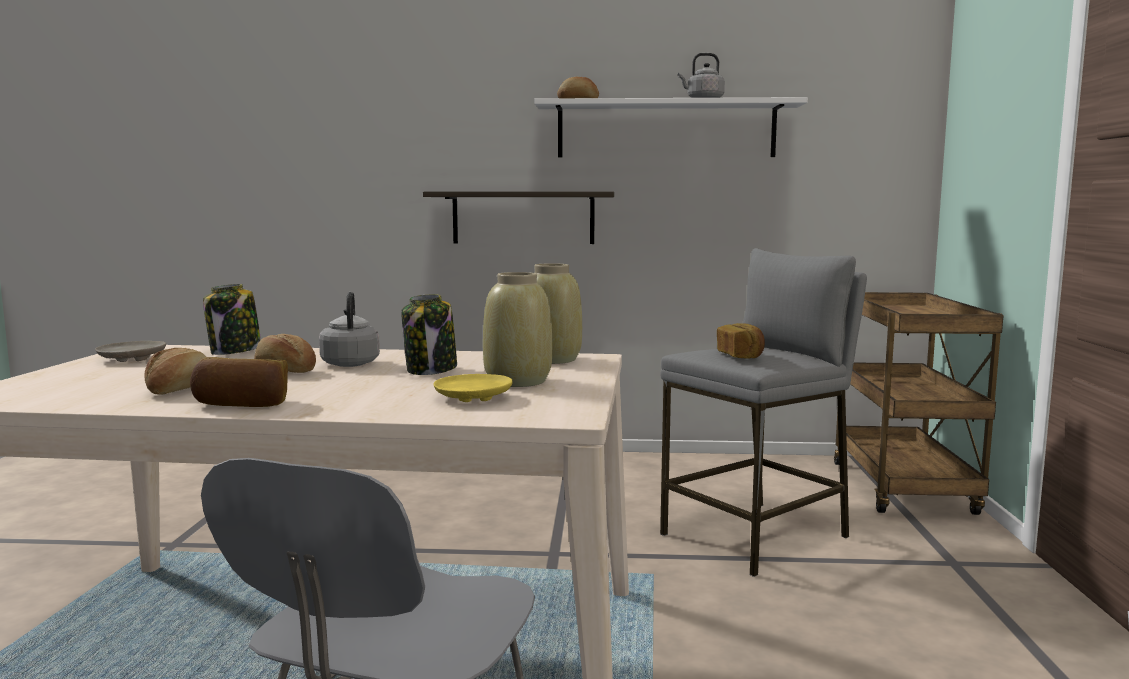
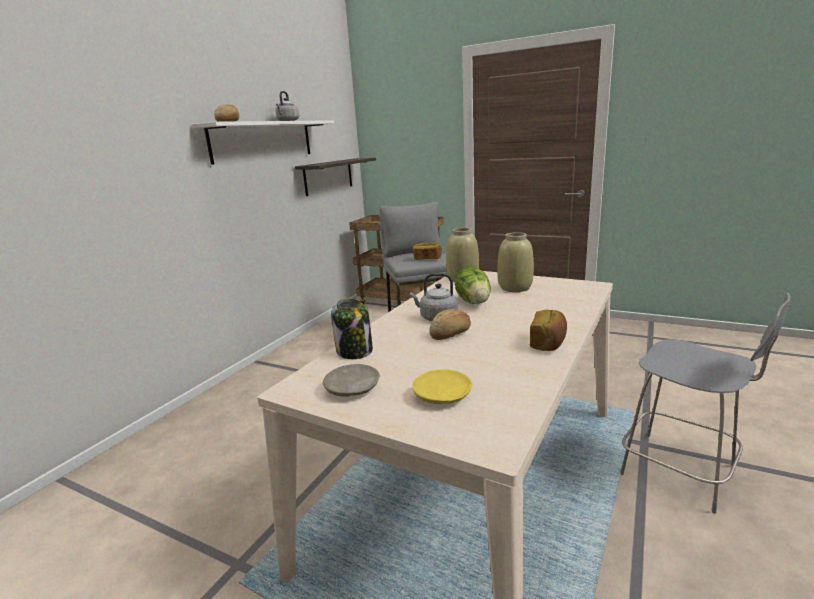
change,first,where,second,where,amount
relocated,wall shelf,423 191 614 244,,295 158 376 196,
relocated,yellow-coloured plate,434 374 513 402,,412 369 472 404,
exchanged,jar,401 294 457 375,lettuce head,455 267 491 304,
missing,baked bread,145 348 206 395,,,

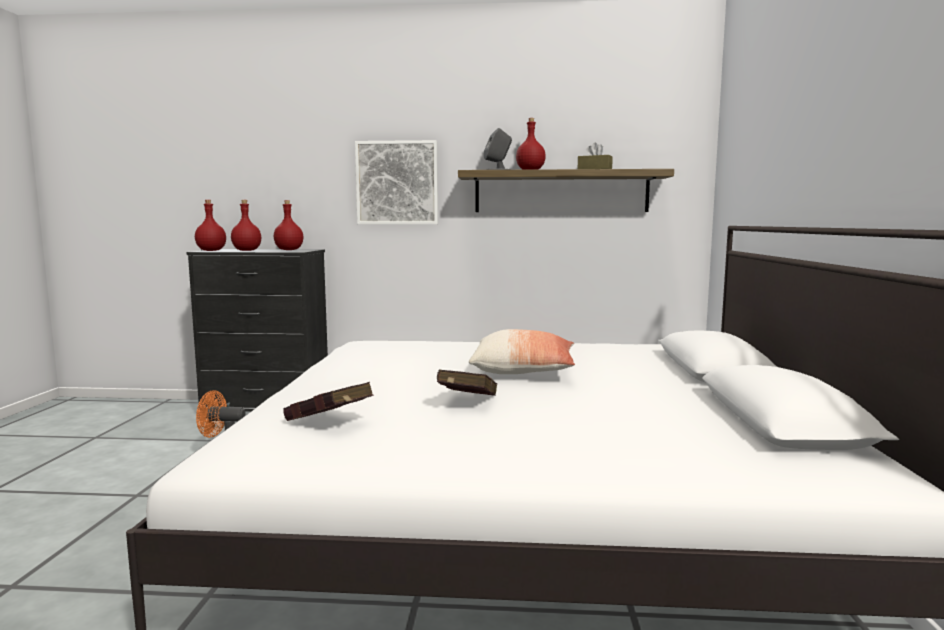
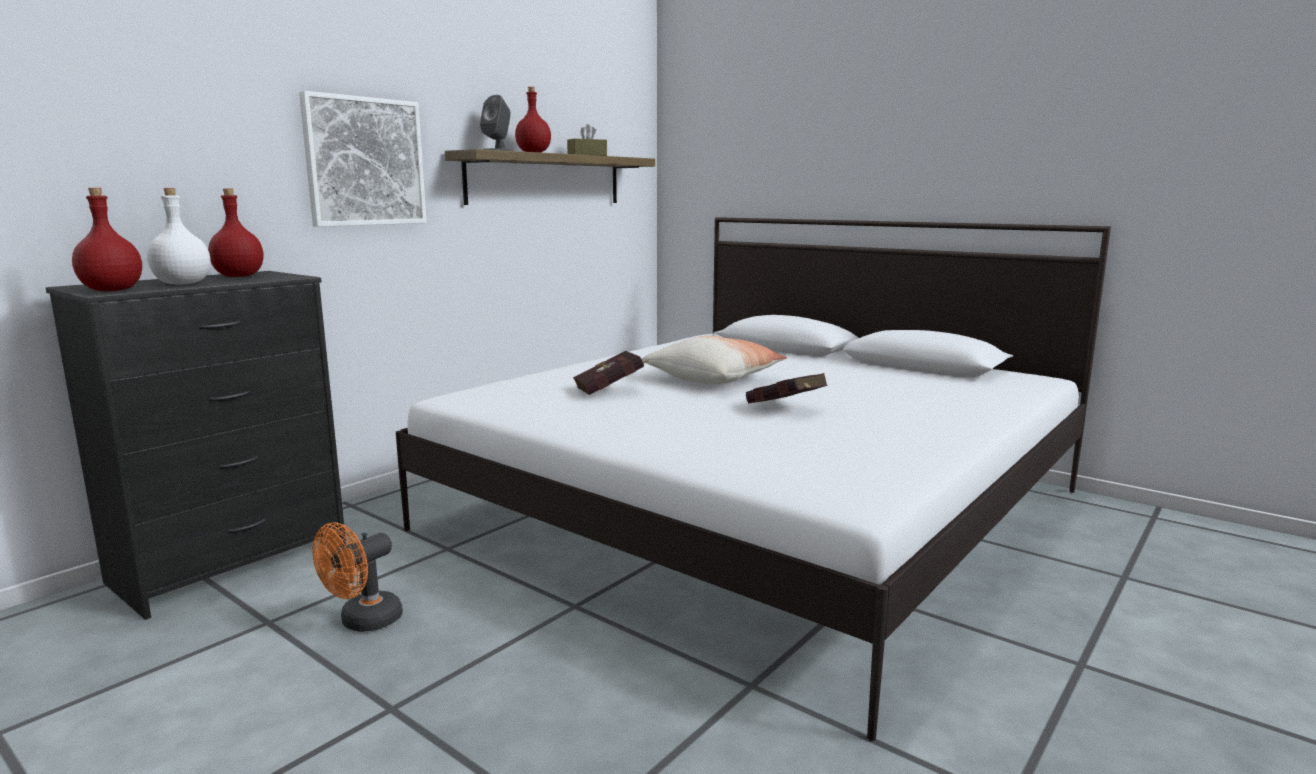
change,first,where,second,where,amount
colour,red bottle,231 200 261 251,white-coloured bottle,147 188 211 285,
relocated,red volume,283 382 374 421,,573 351 650 395,

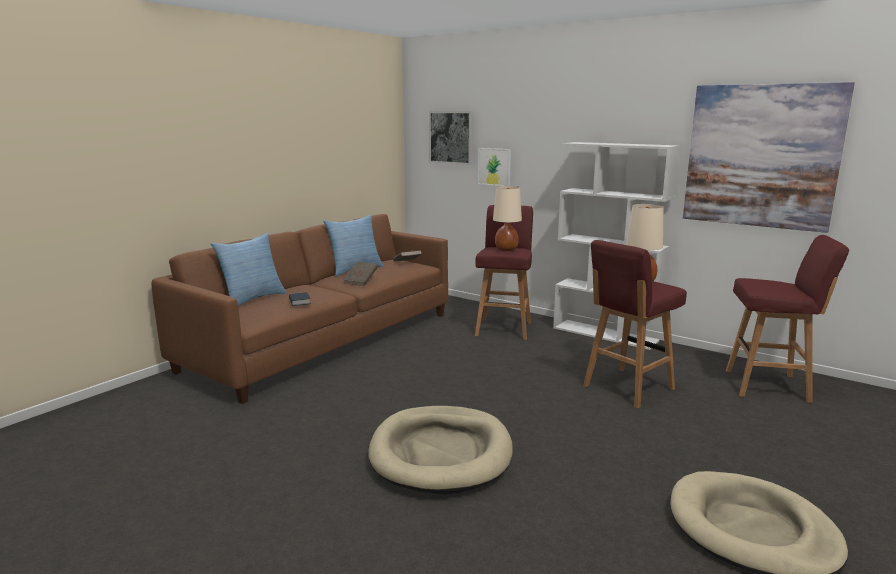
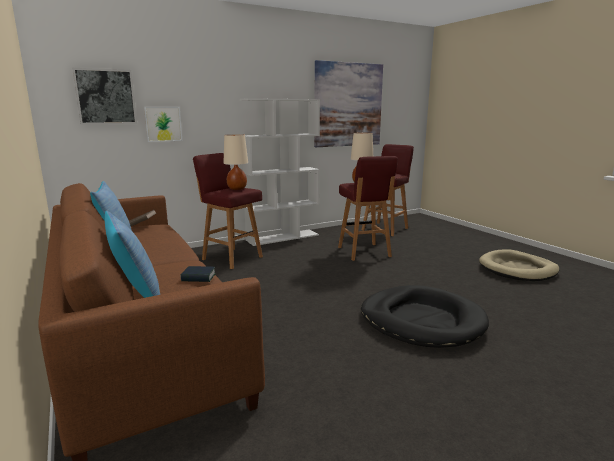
change,first,where,second,where,amount
colour,sand-coloured dog bed,368 406 512 495,black-coloured dog bed,361 285 489 348,
missing,brown-coloured volume,343 262 378 286,,,

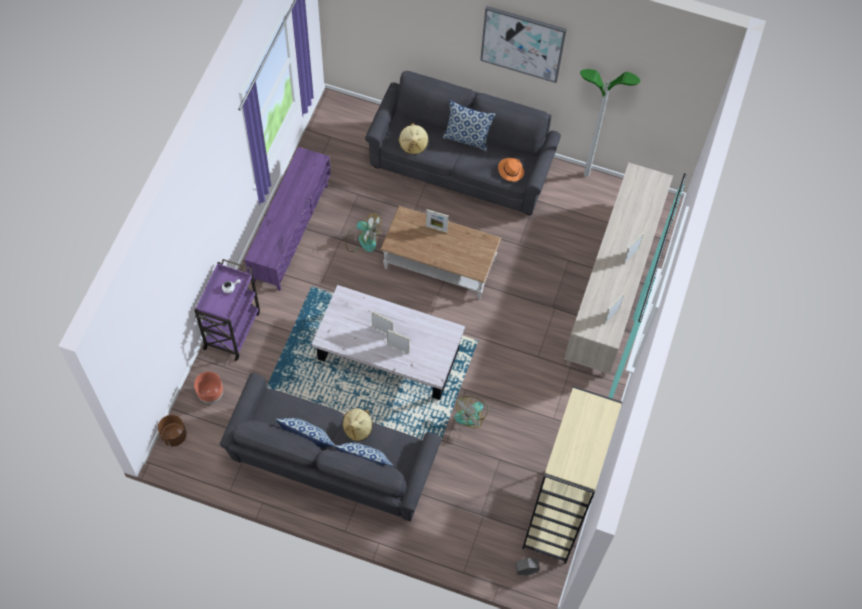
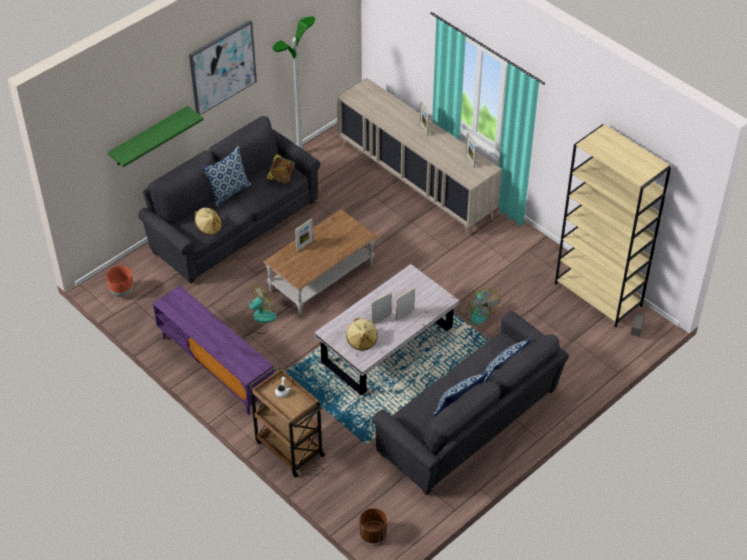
change,first,where,second,where,amount
relocated,brown-coloured flower pot,194 372 223 404,,106 266 133 297,
appeared,,,green-coloured wall shelf,108 106 204 167,
colour,purple-coloured wheeled cart,194 259 260 361,brown-coloured wheeled cart,249 367 326 478,
exchanged,orange-coloured wearable hat,498 158 524 181,volume,267 154 295 185,
relocated,sand-coloured wearable hat,343 408 373 441,,346 318 378 350,

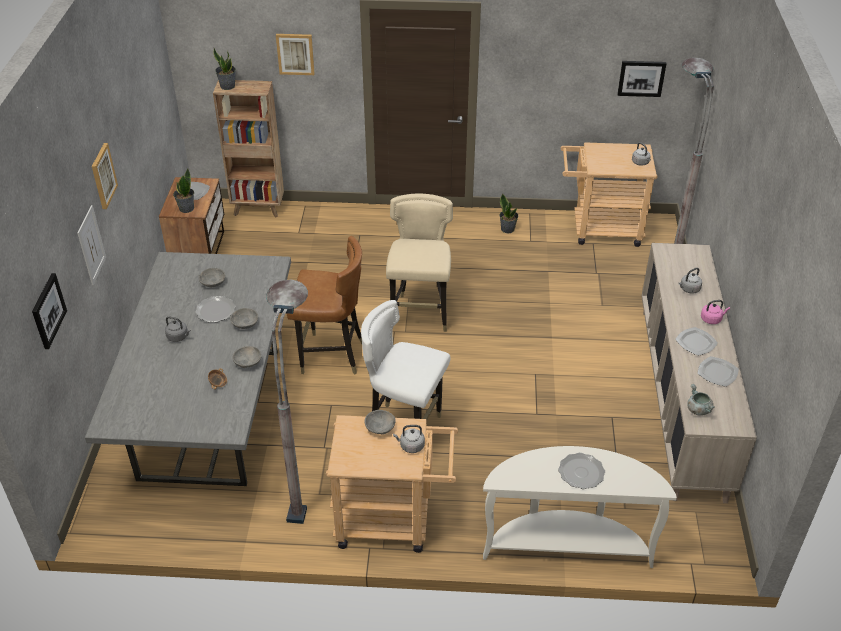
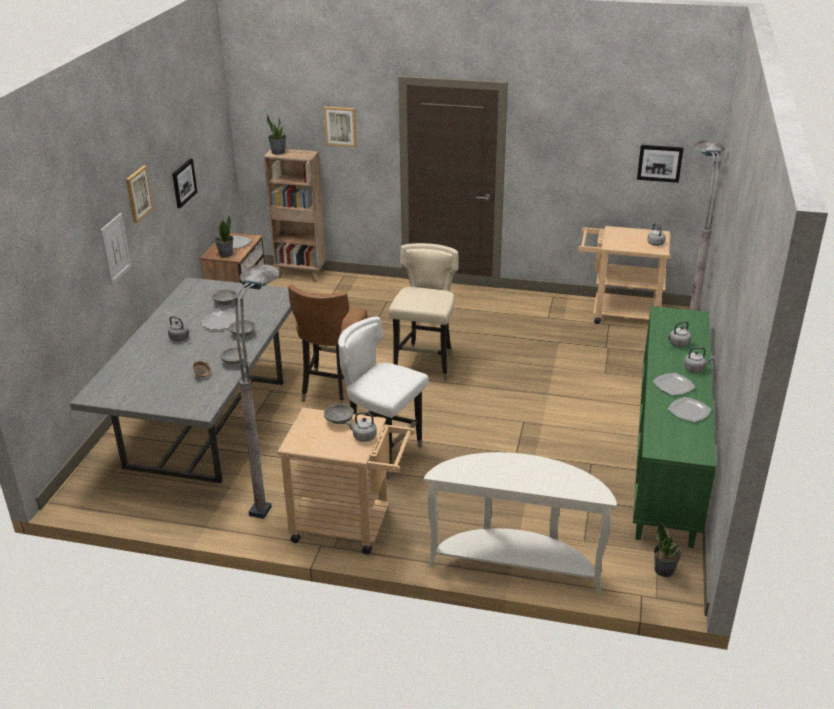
change,first,where,second,where,amount
relocated,picture,32 273 67 349,,172 158 197 208,
spun,brown-coloured upright chair,287 236 362 375,,288 285 368 404,90 degrees clockwise
colour,sand-coloured cabinet,642 243 757 503,green-coloured cabinet,633 306 716 548,
relocated,plant in a pot,500 193 518 233,,654 522 681 577,
colour,pink-coloured water kettle,701 300 730 324,grey water kettle,684 347 713 373,
missing,plate,558 453 605 489,,,
missing,grey cooking pot,687 384 715 416,,,

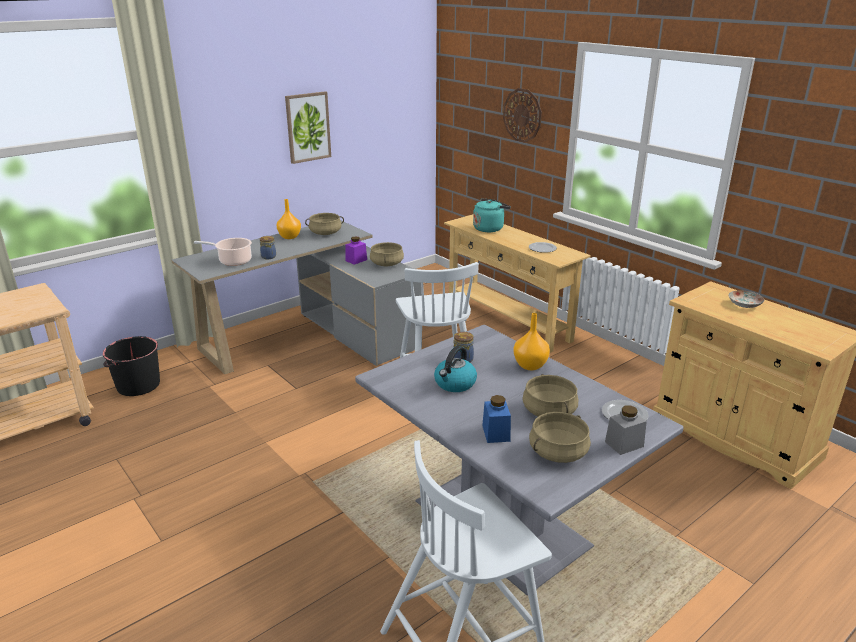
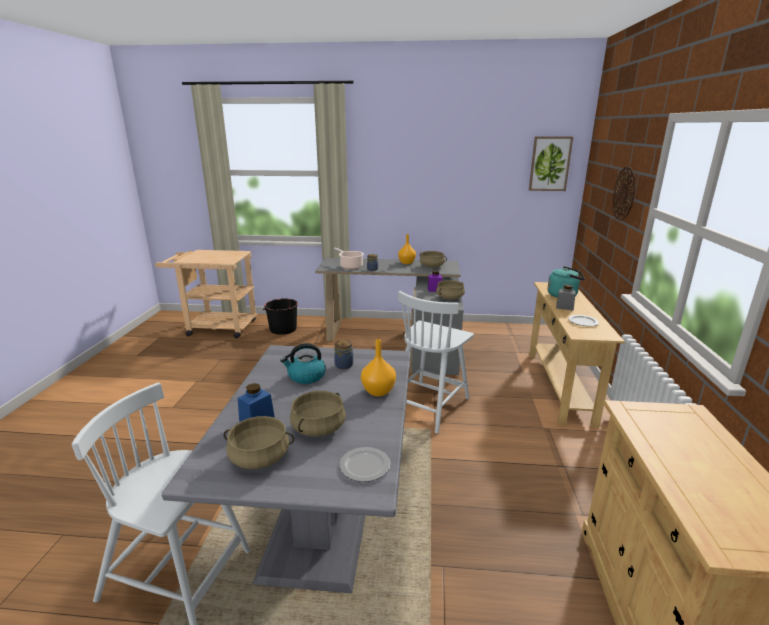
change,first,where,second,where,amount
relocated,picture,285 91 331 164,,529 136 573 191,
relocated,grey jar,605 405 647 455,,556 285 575 311,
missing,plate,729 290 765 308,,,

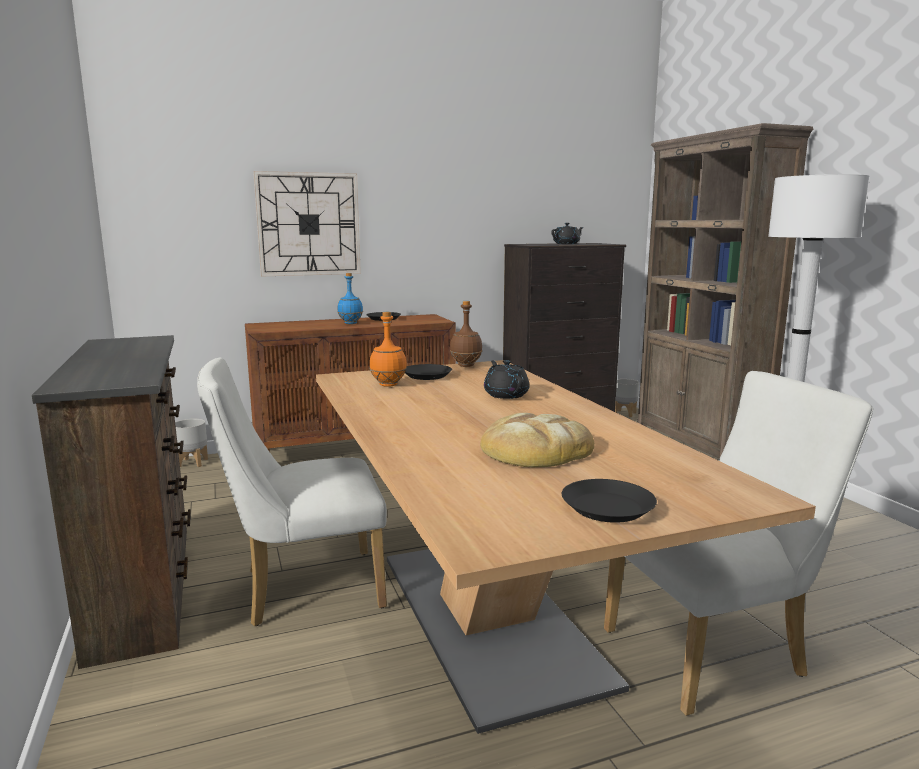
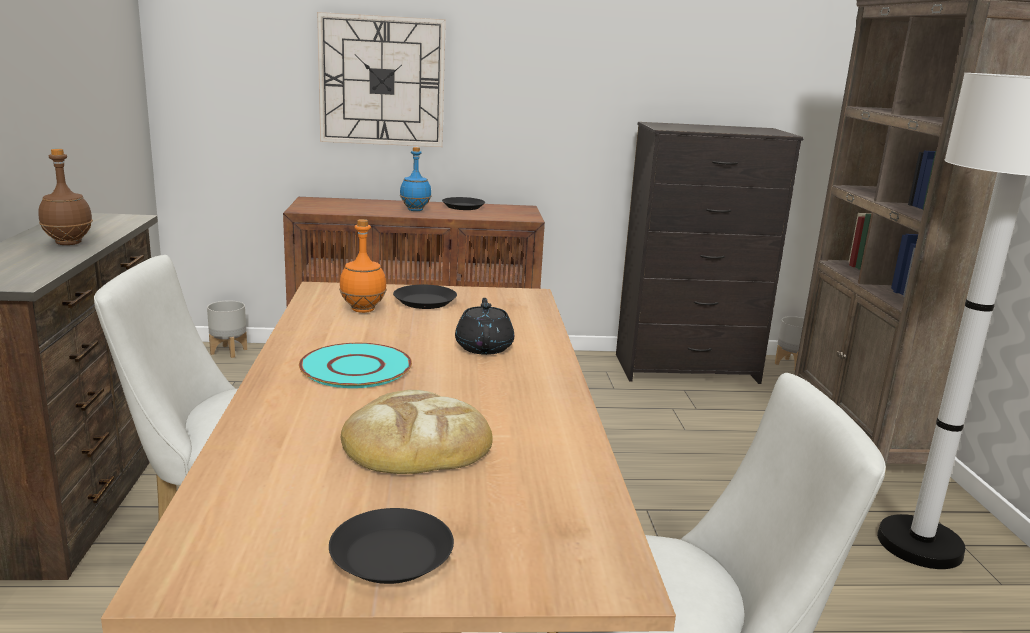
change,first,where,second,where,amount
relocated,brown-coloured bottle,450 301 482 367,,38 149 93 245,
appeared,,,turquoise plate,299 343 412 388,
missing,black-coloured pot for tea,551 223 584 244,,,

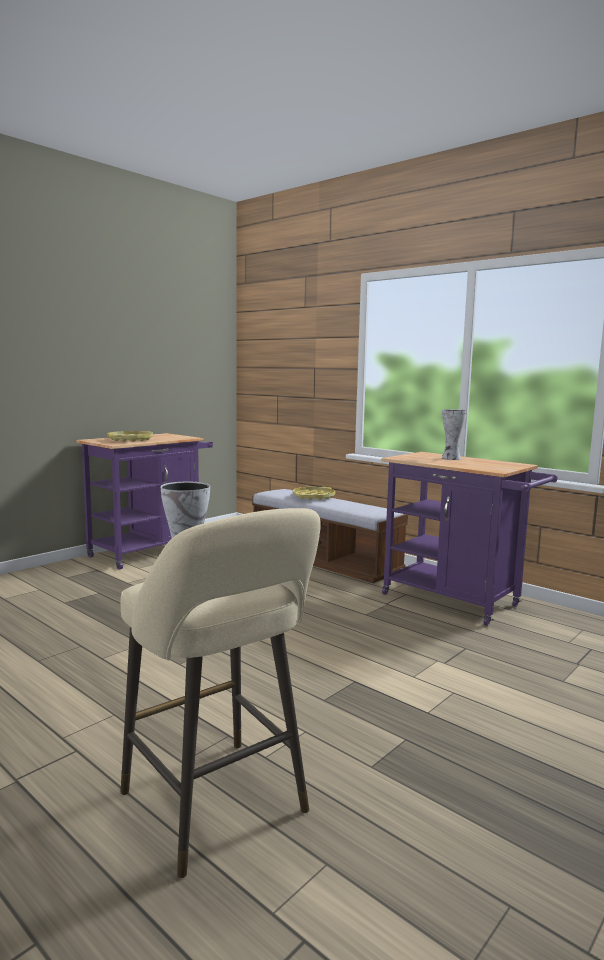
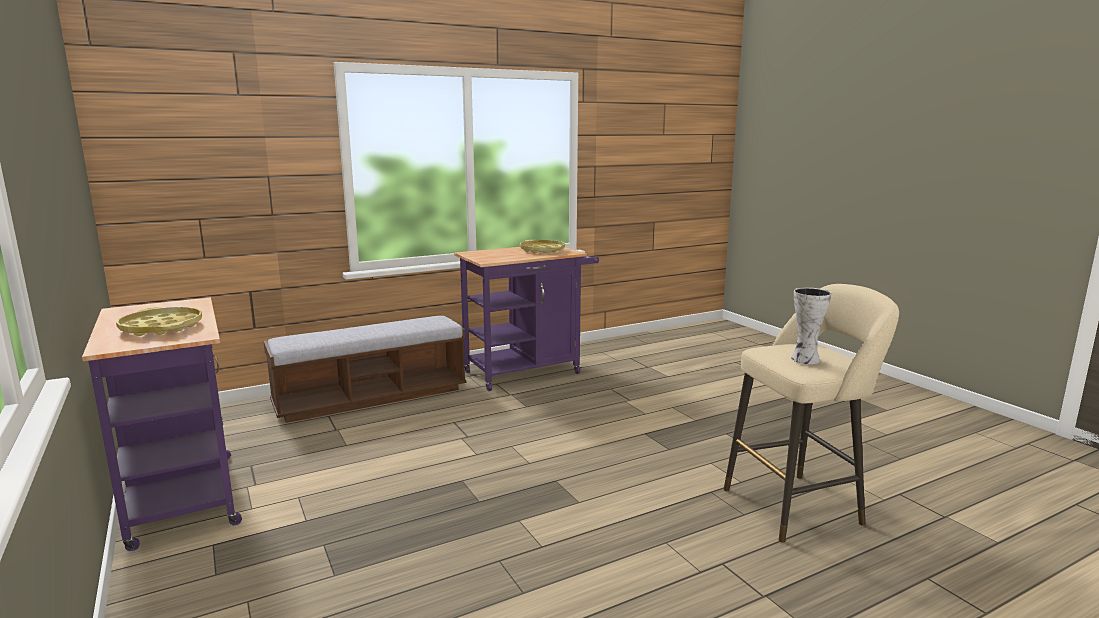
change,first,where,second,where,amount
relocated,yellow-coloured carrying tray,293 487 335 500,,520 240 565 253,
missing,vase,442 409 467 460,,,

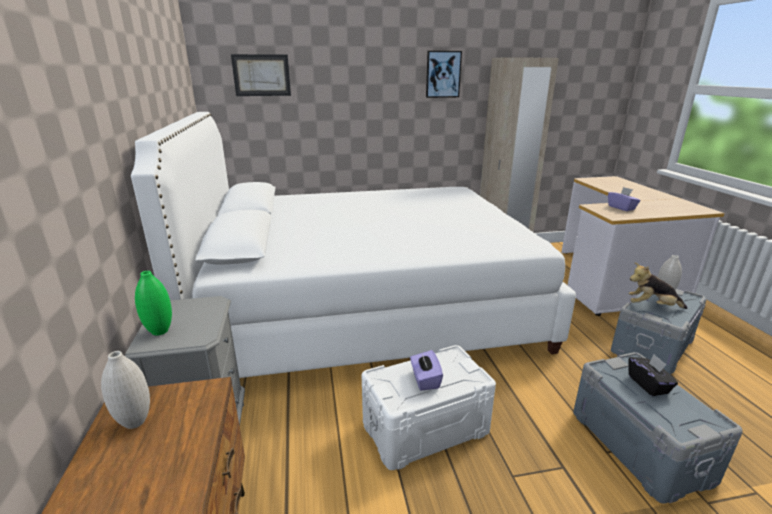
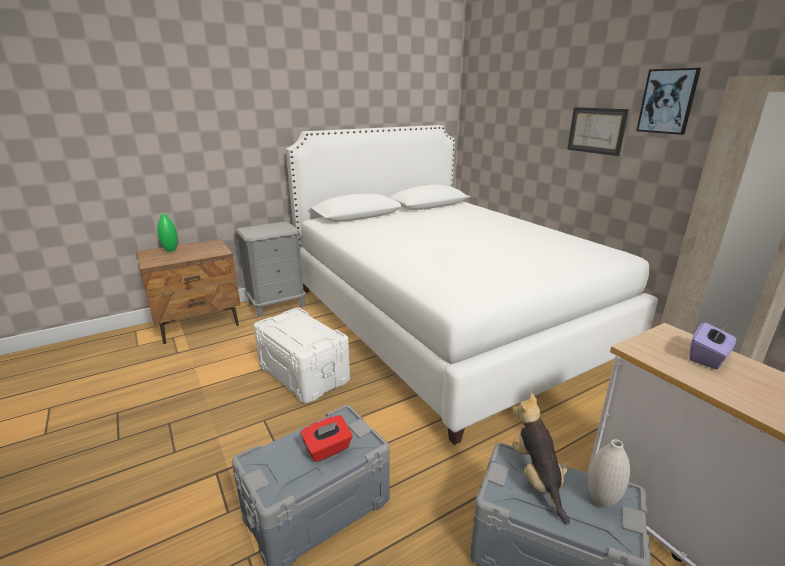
change,first,where,second,where,amount
relocated,green-coloured vase,135 271 172 336,,157 214 178 252,
colour,black-coloured tissue holder,628 354 678 396,red tissue holder,300 415 353 462,
relocated,picture,231 54 291 96,,567 107 629 156,
missing,white-coloured vase,101 351 150 429,,,
missing,purple-coloured tissue holder,410 350 443 390,,,

